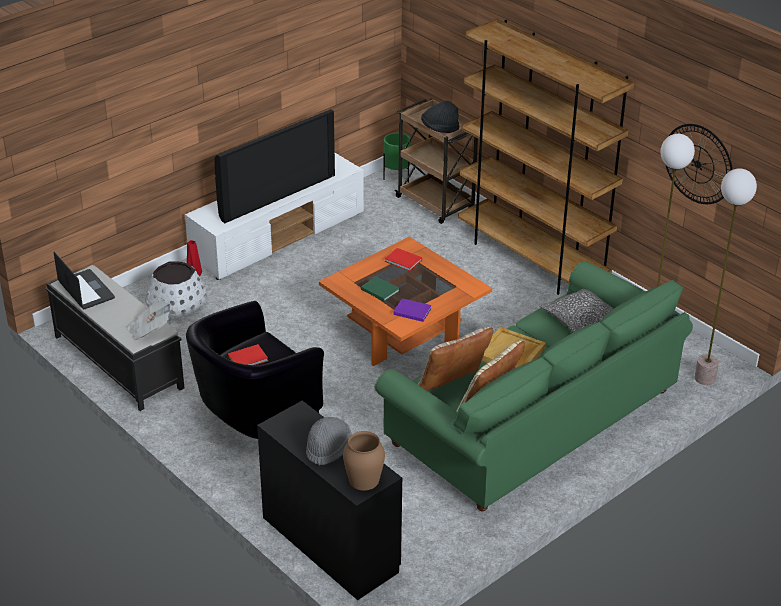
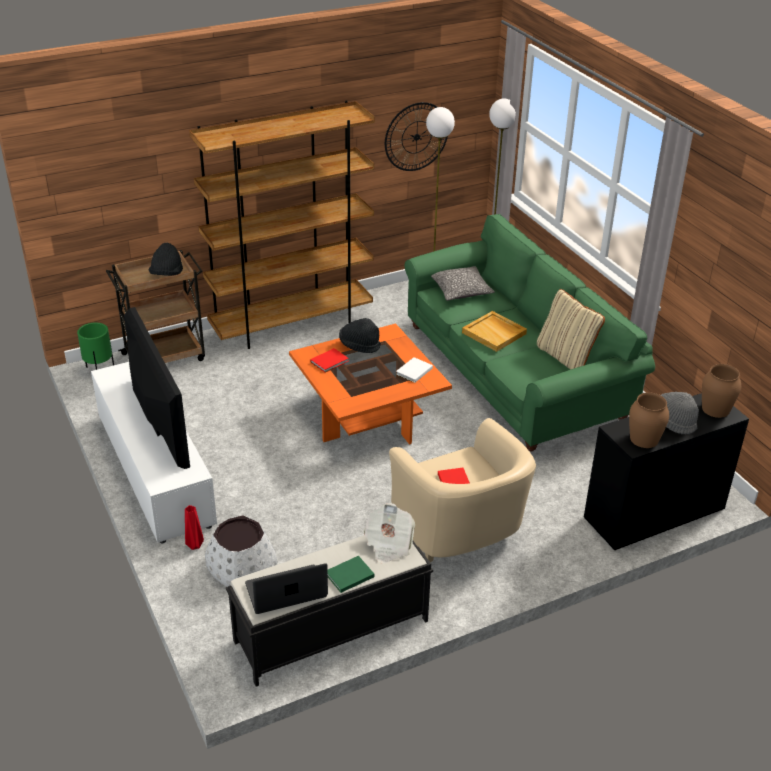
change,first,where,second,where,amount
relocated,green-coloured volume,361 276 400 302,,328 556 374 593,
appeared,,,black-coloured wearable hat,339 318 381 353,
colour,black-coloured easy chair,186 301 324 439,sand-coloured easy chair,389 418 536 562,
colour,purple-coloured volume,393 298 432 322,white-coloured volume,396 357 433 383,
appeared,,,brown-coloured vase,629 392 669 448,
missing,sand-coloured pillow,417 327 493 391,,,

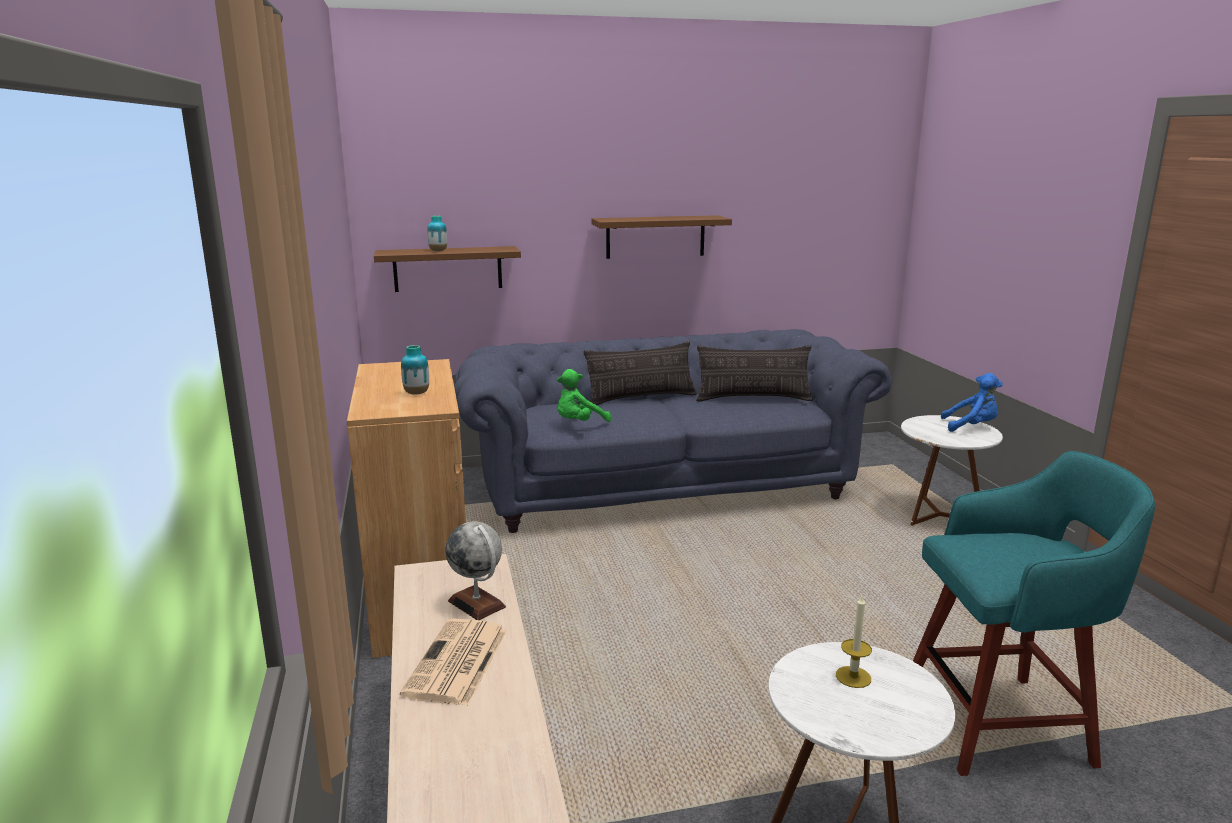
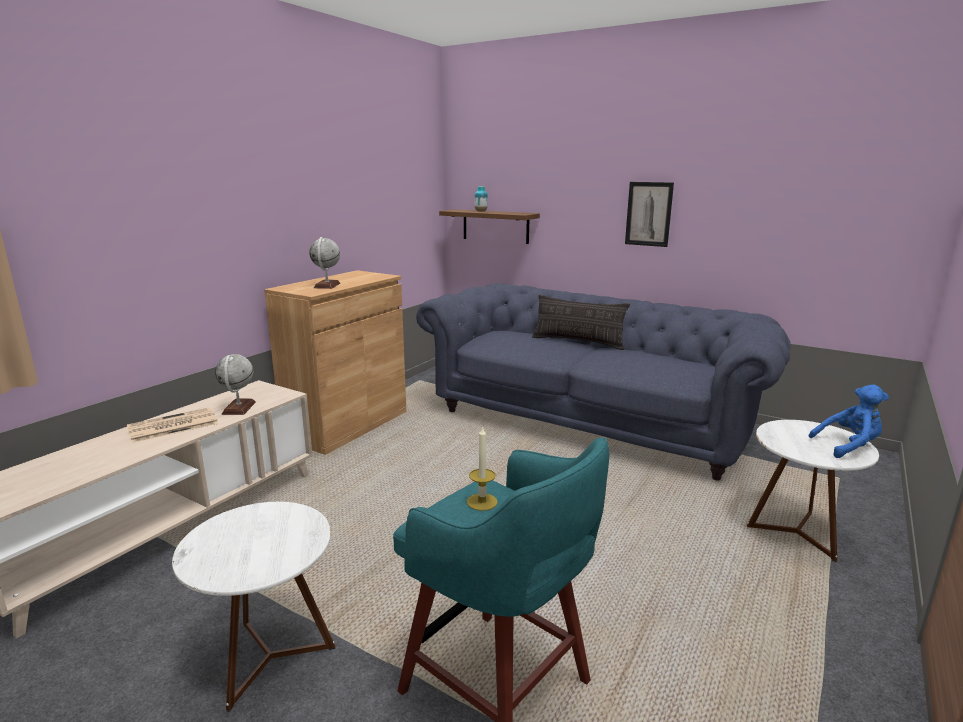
change,first,where,second,where,amount
exchanged,vase,401 345 429 395,globe,309 237 340 289,
relocated,wax light,836 596 872 688,,467 426 498 511,
exchanged,brown-coloured wall shelf,591 215 732 259,picture,625 182 674 247,
spun,bluish cuddly toy,941 373 1003 432,,809 385 889 458,60 degrees counterclockwise
missing,green-coloured cuddly toy,557 369 611 422,,,
missing,pillow,696 345 813 402,,,

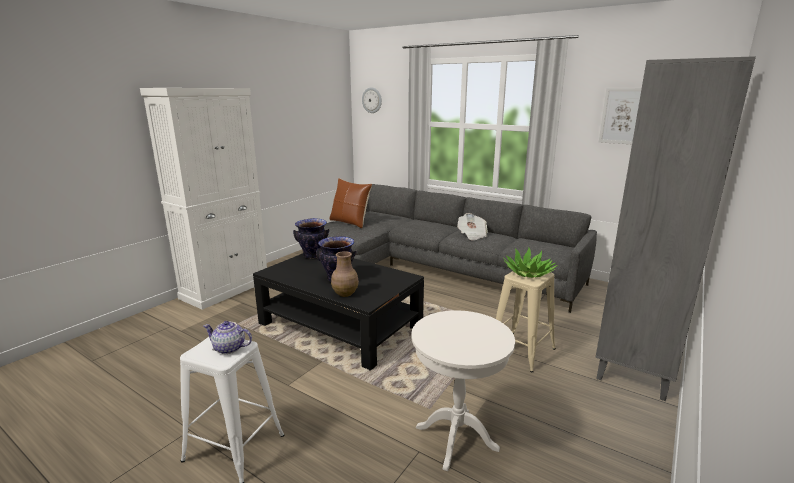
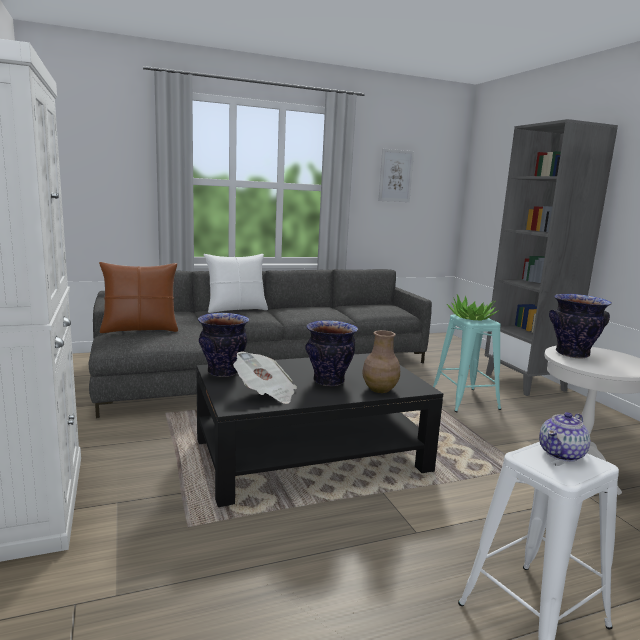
change,first,where,second,where,amount
appeared,,,white-coloured pillow,204 254 268 313,
relocated,printed paper,457 213 488 241,,233 351 297 404,
colour,sand-coloured sitting stool,496 271 556 372,turquoise sitting stool,433 314 501 412,
appeared,,,vase,549 294 612 359,
missing,wall clock,362 87 382 113,,,

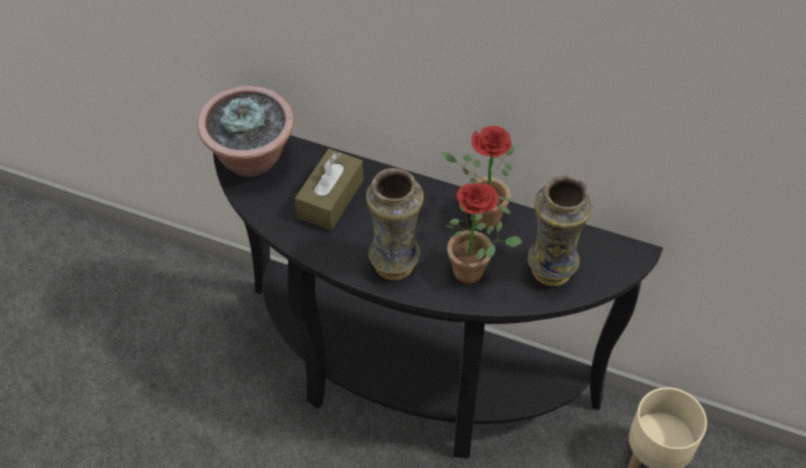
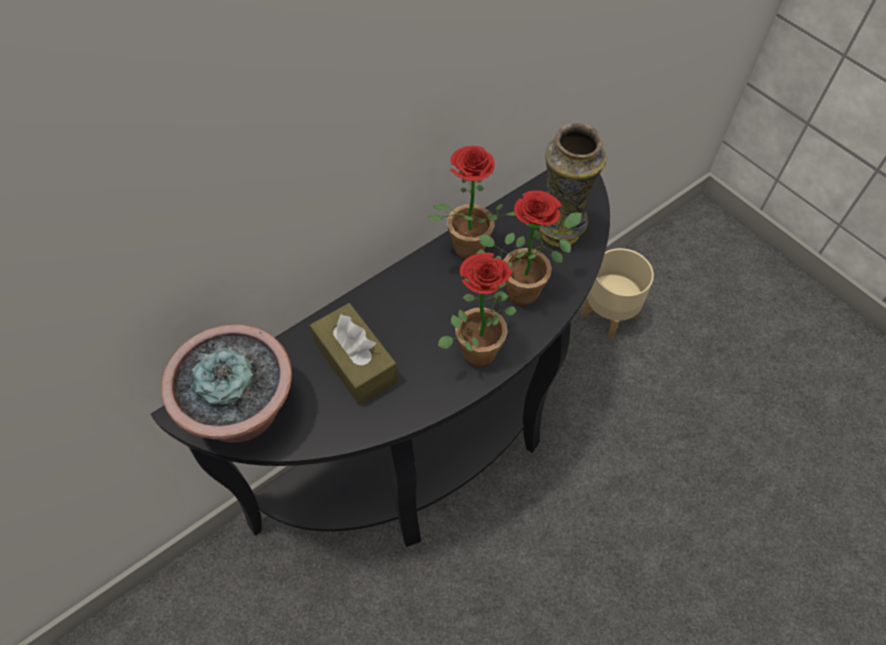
change,first,where,second,where,amount
exchanged,vase,366 168 424 280,plant in a pot,438 249 516 367,

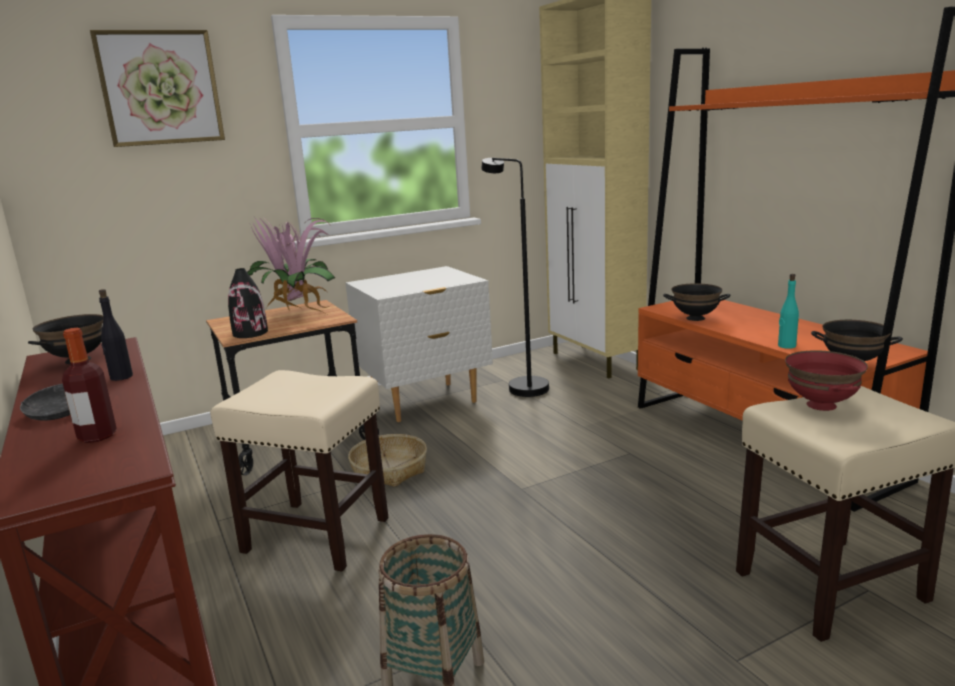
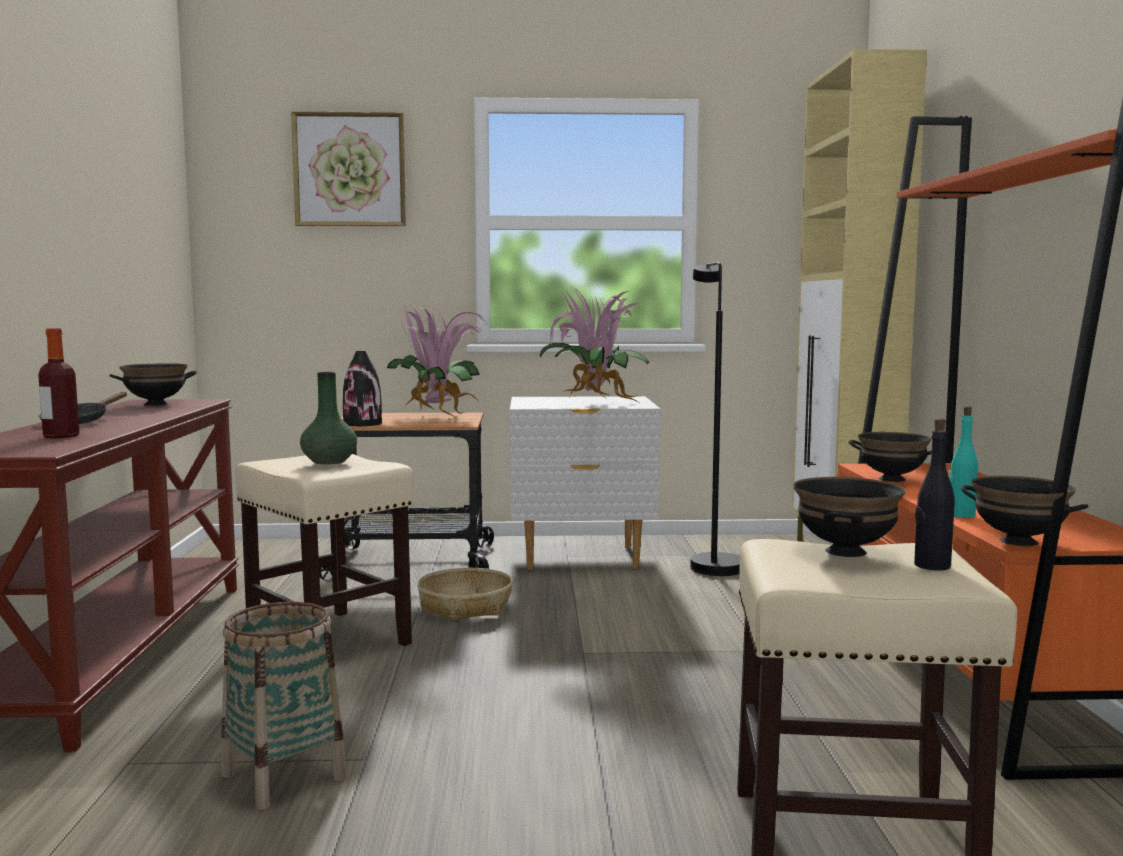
change,first,where,second,where,amount
appeared,,,green-coloured vase,300 371 357 465,
appeared,,,plant in a pot,540 287 649 404,
colour,red bowl,785 350 868 411,black-coloured bowl,794 477 905 557,
relocated,black-coloured bottle,99 289 133 381,,914 418 955 570,

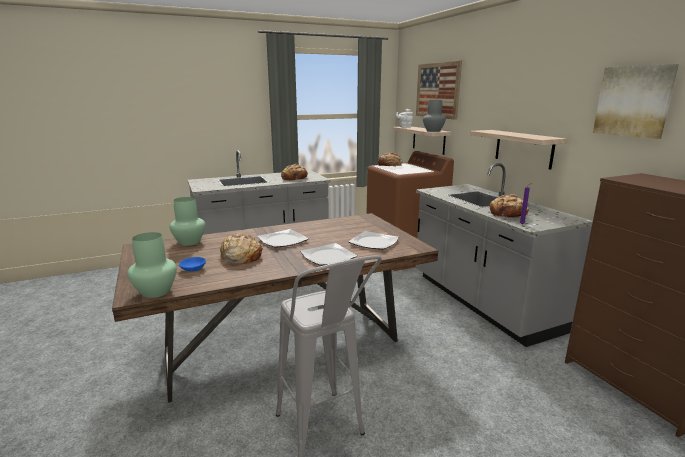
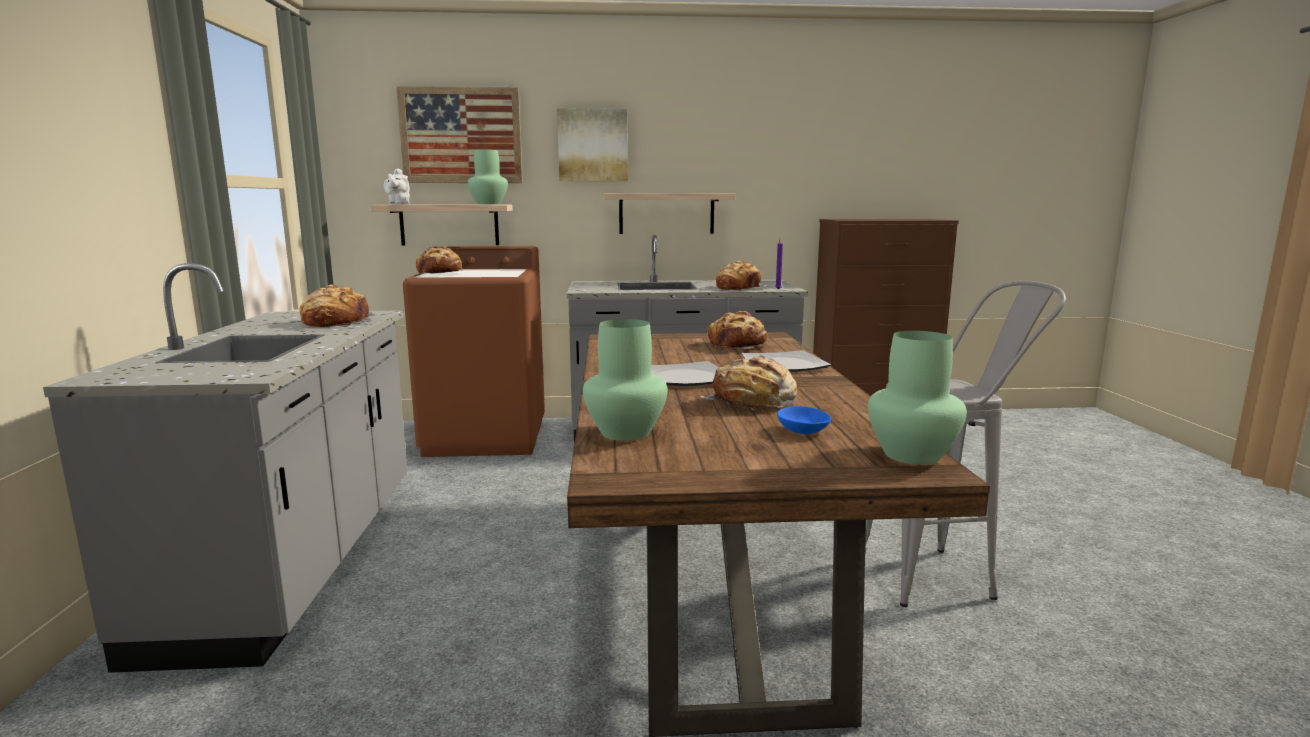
change,first,where,second,where,amount
colour,grey vase,423 100 446 132,green-coloured vase,468 150 508 204,
relocated,picture,593 64 679 139,,557 108 628 181,
exchanged,plate,348 231 399 250,baked bread,707 311 767 349,

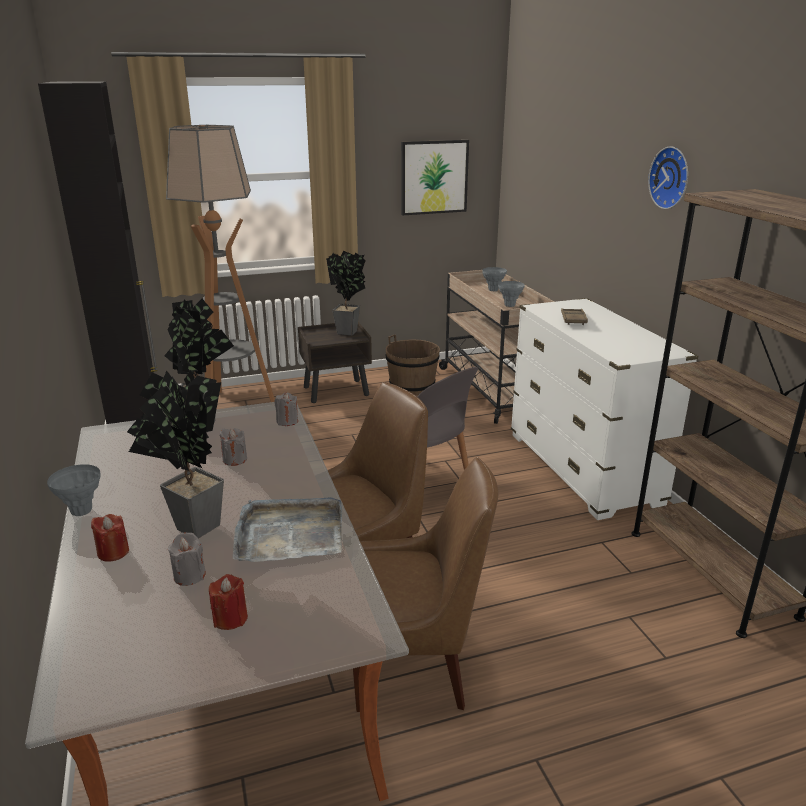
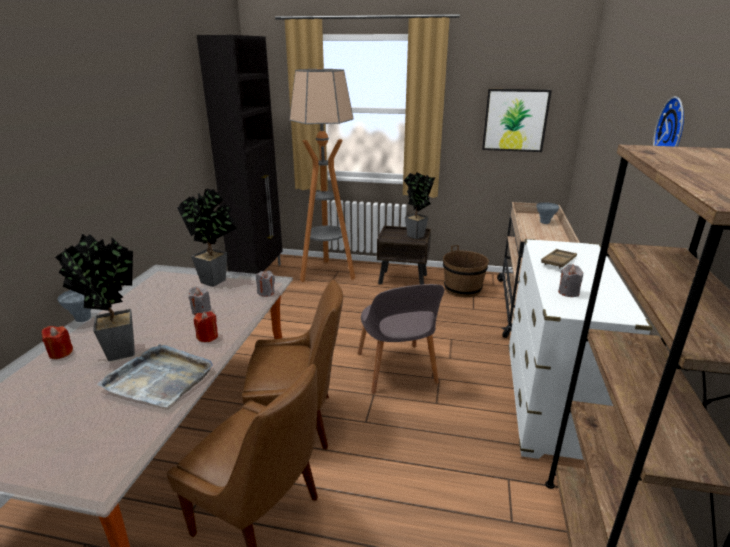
change,first,where,second,where,amount
relocated,red wax light,209 574 248 630,,194 311 218 342,
relocated,grey wax light,168 532 206 586,,558 264 583 297,
missing,grey vase,498 281 525 307,,,

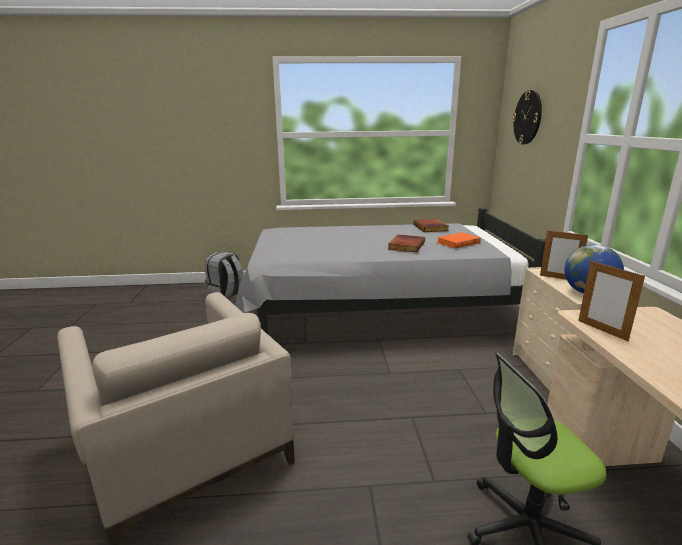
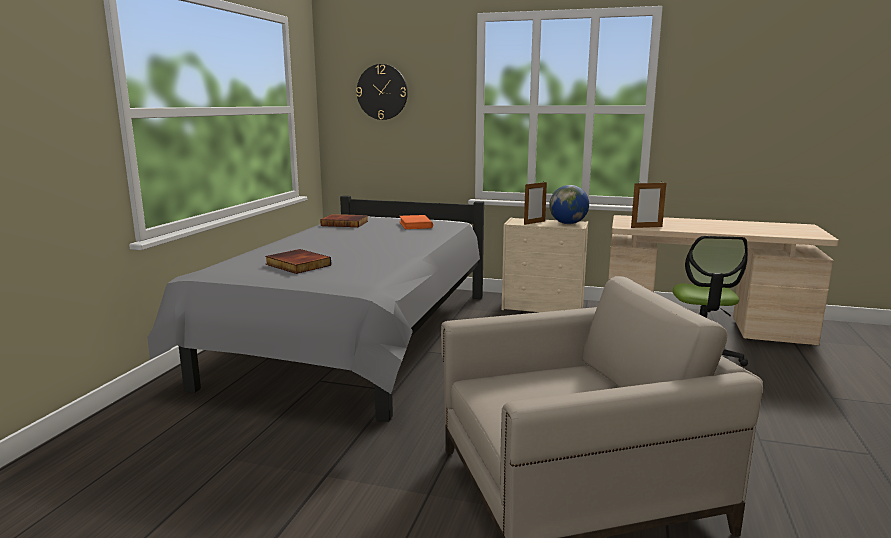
change,first,where,second,where,amount
relocated,volume,388 234 425 252,,265 249 331 274,
missing,grey backpack,205 251 244 299,,,

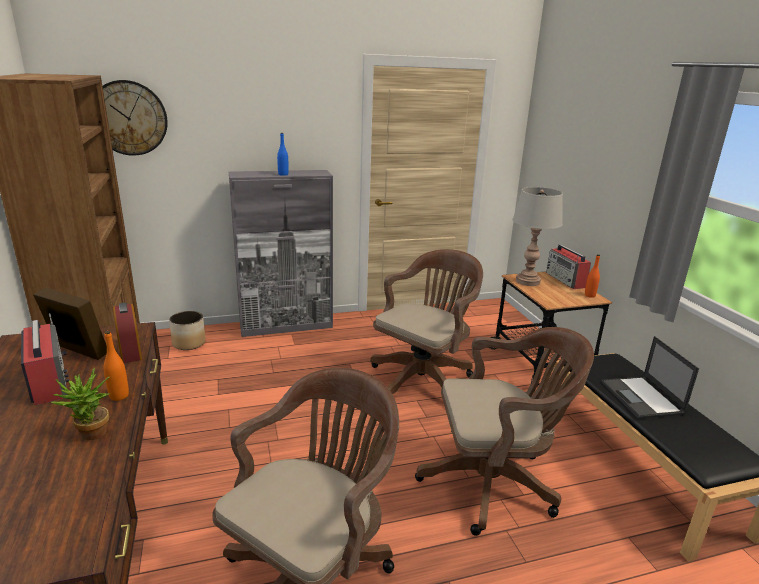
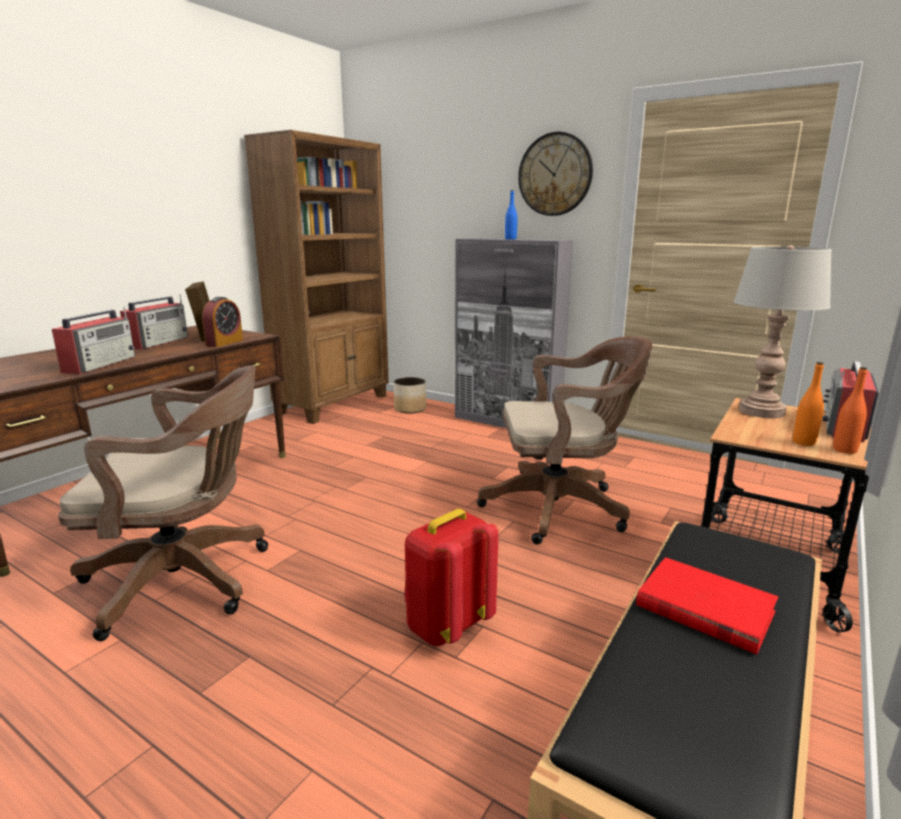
change,first,where,second,where,amount
exchanged,plant in a pot,51 367 111 440,radio,52 307 135 374,
exchanged,brown-coloured office chair,415 327 594 536,red backpack,404 509 499 646,
relocated,wall clock,103 80 168 156,,518 132 593 216,
exchanged,laptop,602 336 699 419,red volume,636 557 779 654,
relocated,orange-coloured bottle,104 331 129 401,,793 362 824 446,

